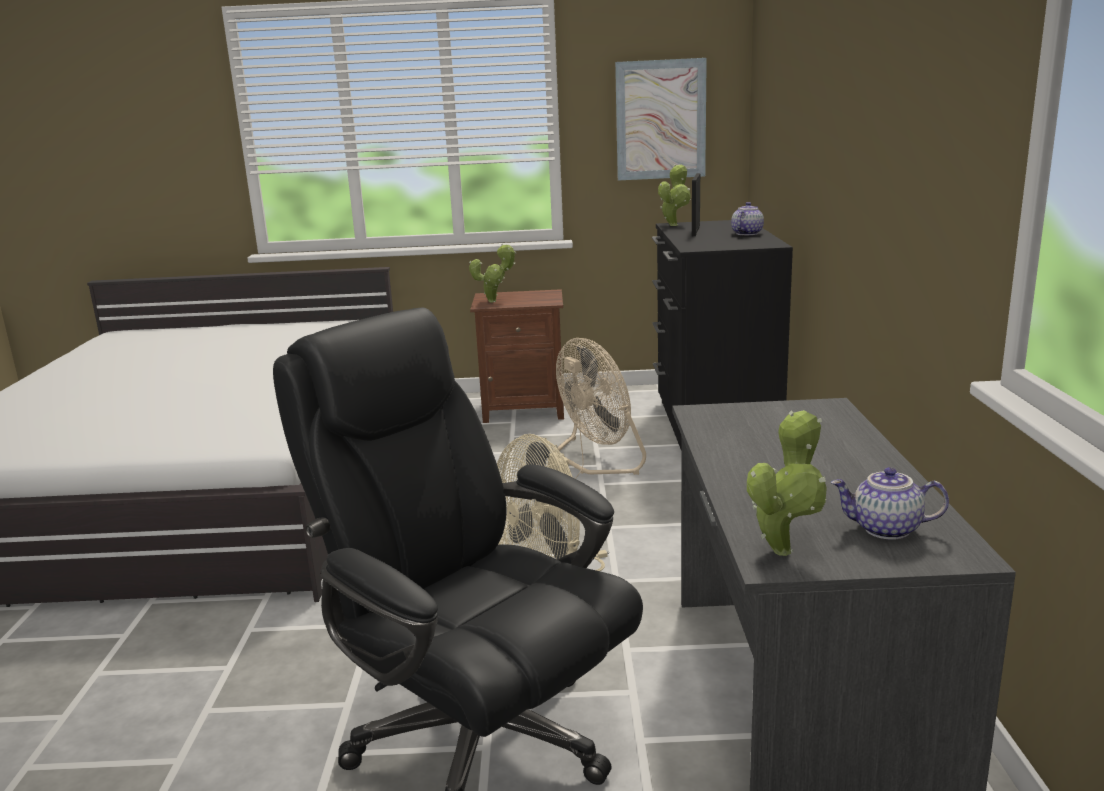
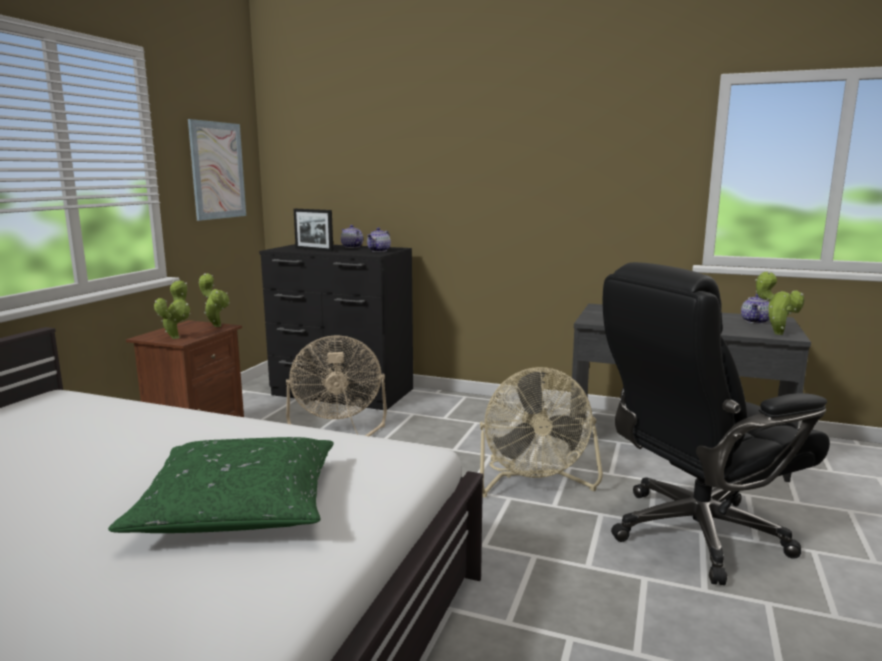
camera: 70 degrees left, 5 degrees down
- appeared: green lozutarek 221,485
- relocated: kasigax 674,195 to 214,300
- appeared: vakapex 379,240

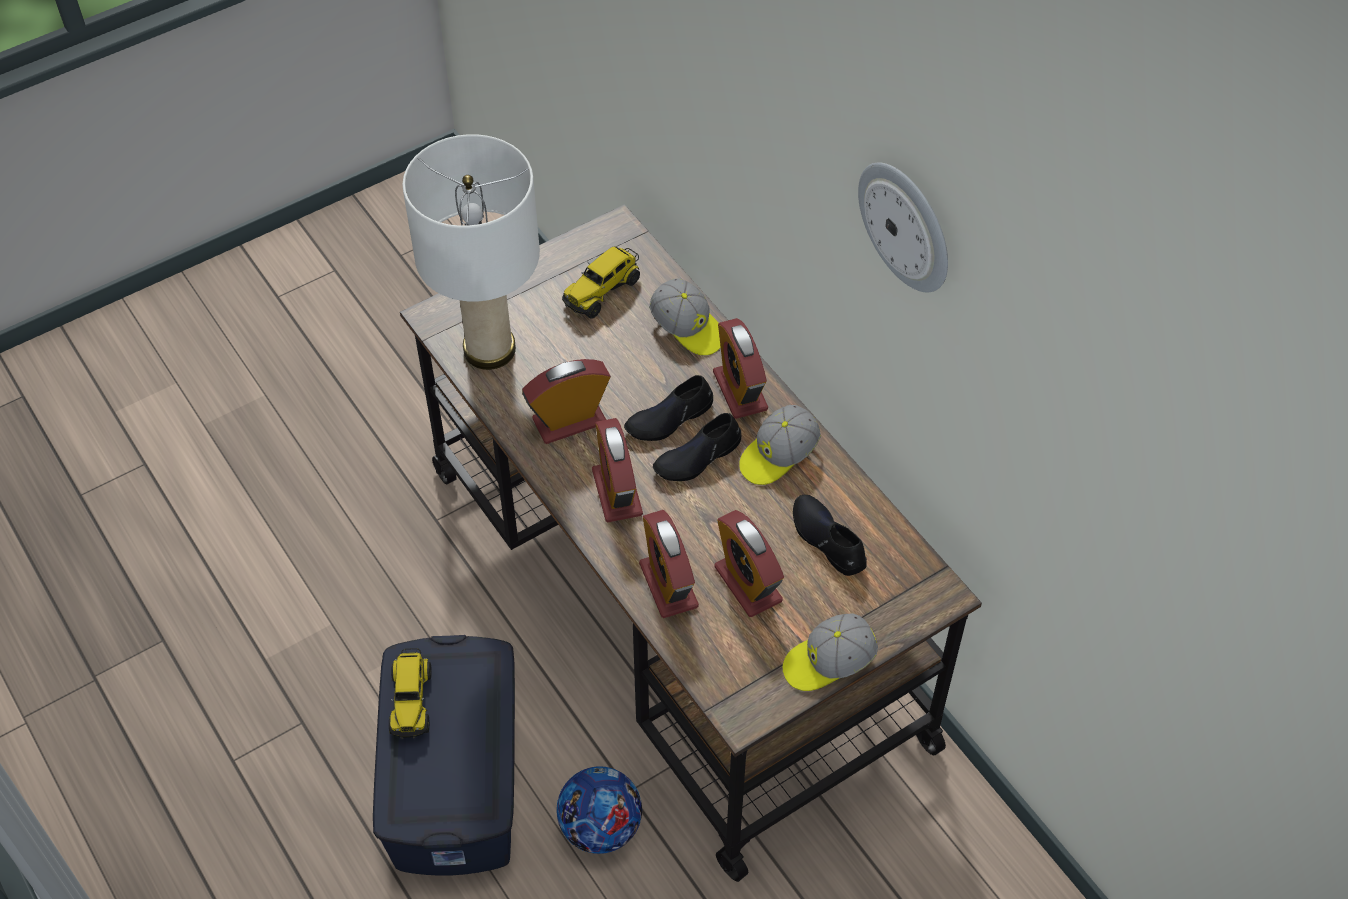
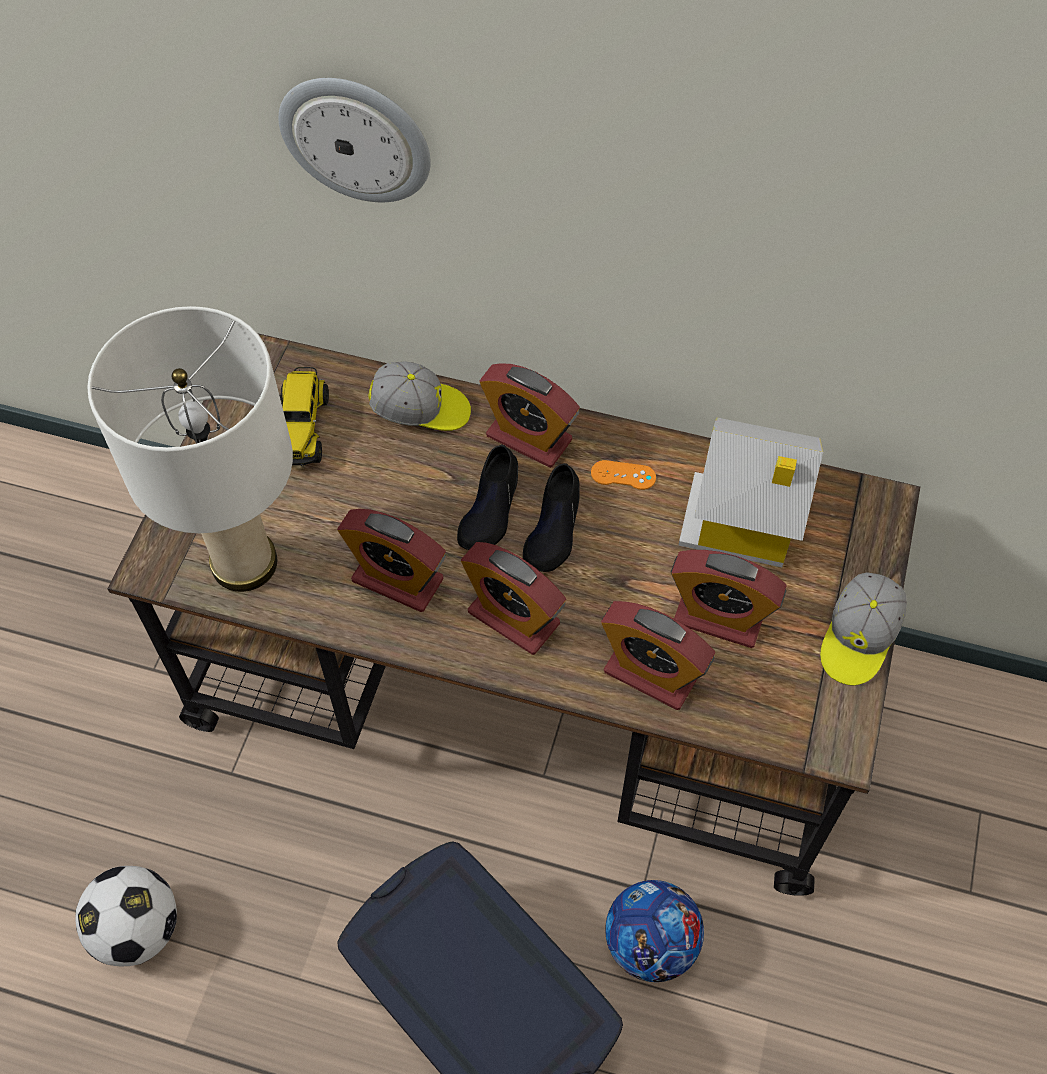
camera: 40 degrees left, 5 degrees up
- appeared: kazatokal 126,916
- relocated: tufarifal 903,227 to 355,140
- spun: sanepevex 566,401 = 391,560 90 degrees counterclockwise
- exchanged: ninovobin 780,445 to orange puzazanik 623,475
- exchanged: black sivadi 830,535 to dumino 750,492
- missing: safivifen 410,693

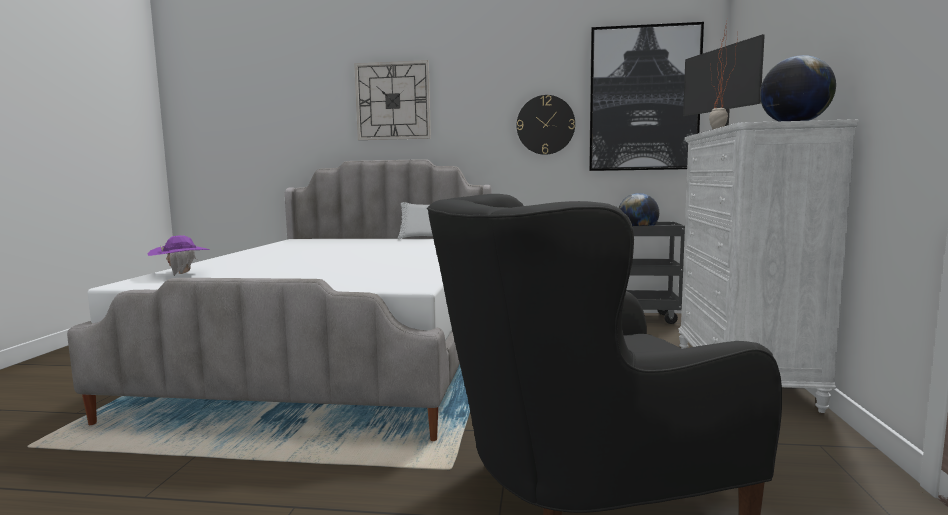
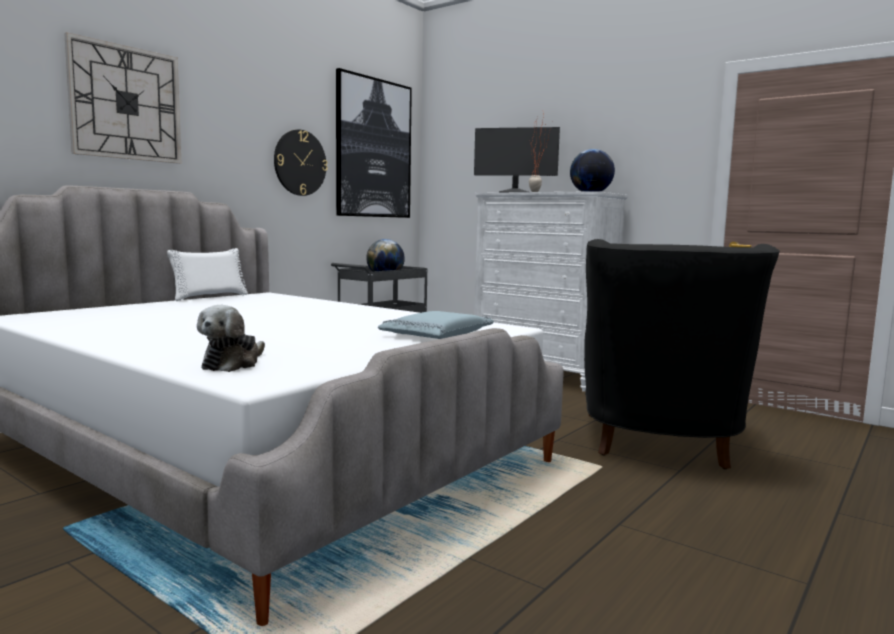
camera: 60 degrees left, 0 degrees up
- exchanged: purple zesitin 178,256 to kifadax 231,338
- appeared: blue lozutarek 436,325

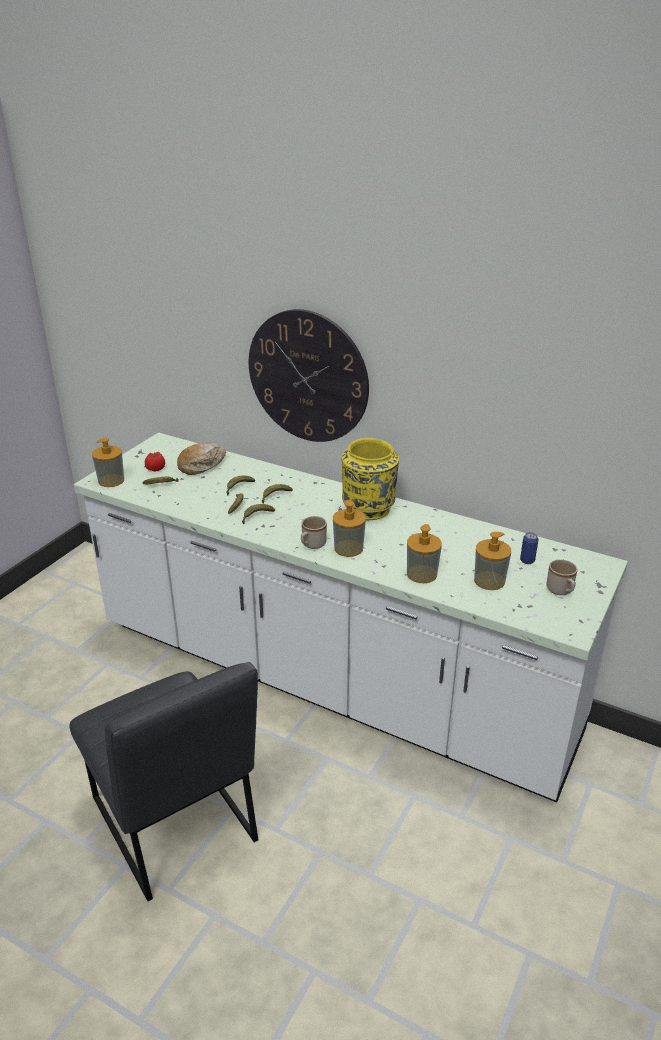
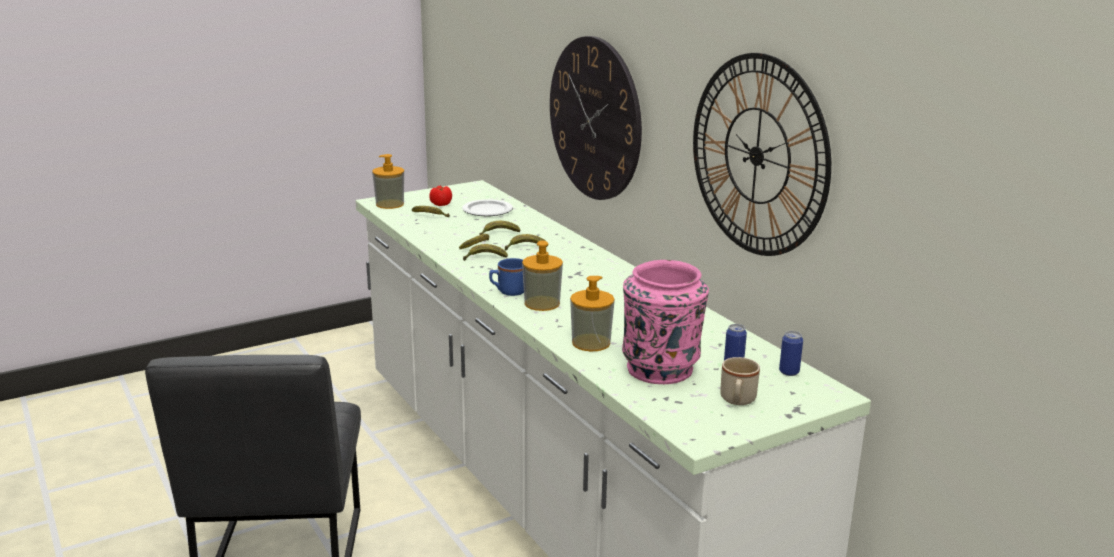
camera: 30 degrees right, 10 degrees down
- exchanged: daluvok 201,458 to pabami 487,207
- colour: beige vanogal 314,532 to blue vanogal 506,277
- exchanged: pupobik 492,561 to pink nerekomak 665,322
- appeared: tufarifal 762,154
- appeared: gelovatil 791,353
- missing: yellow nerekomak 370,479

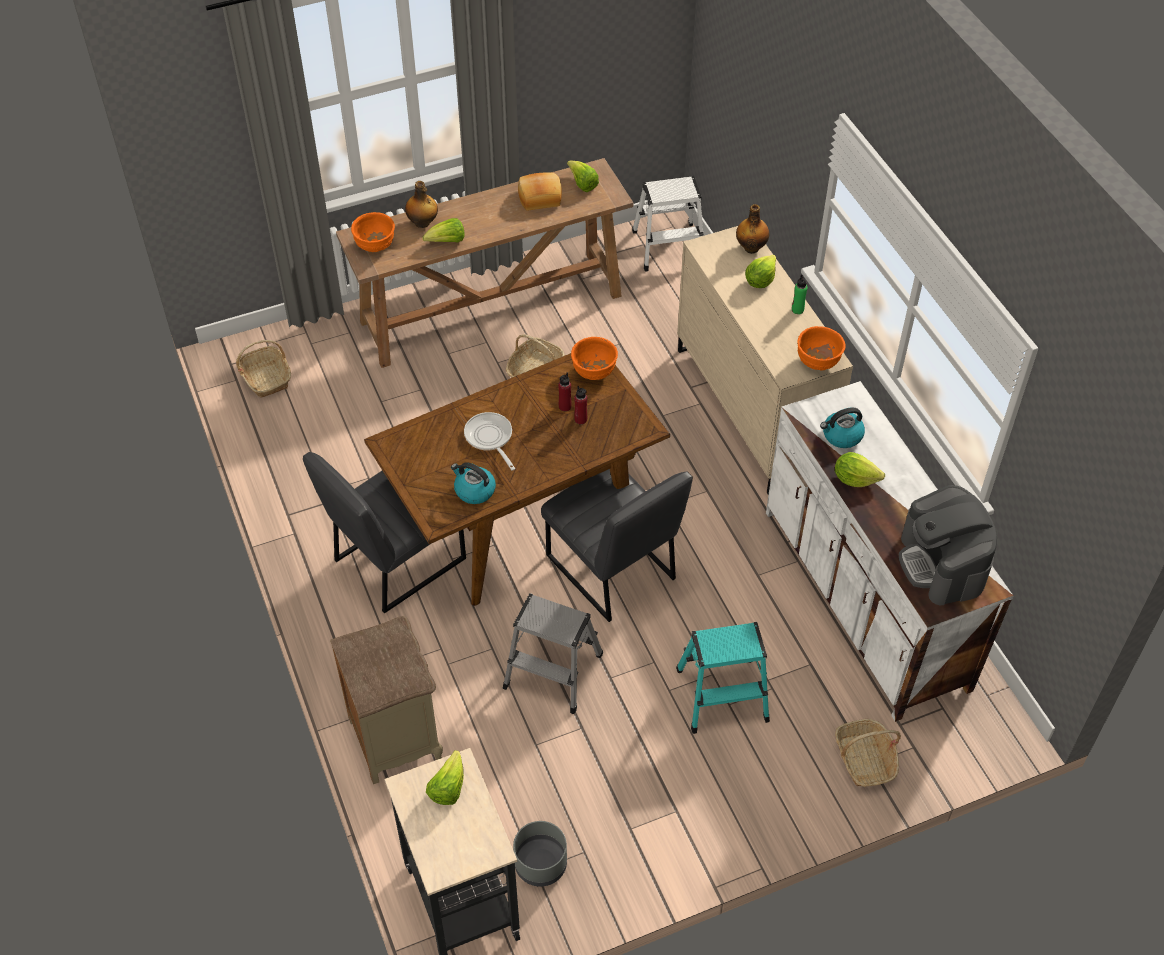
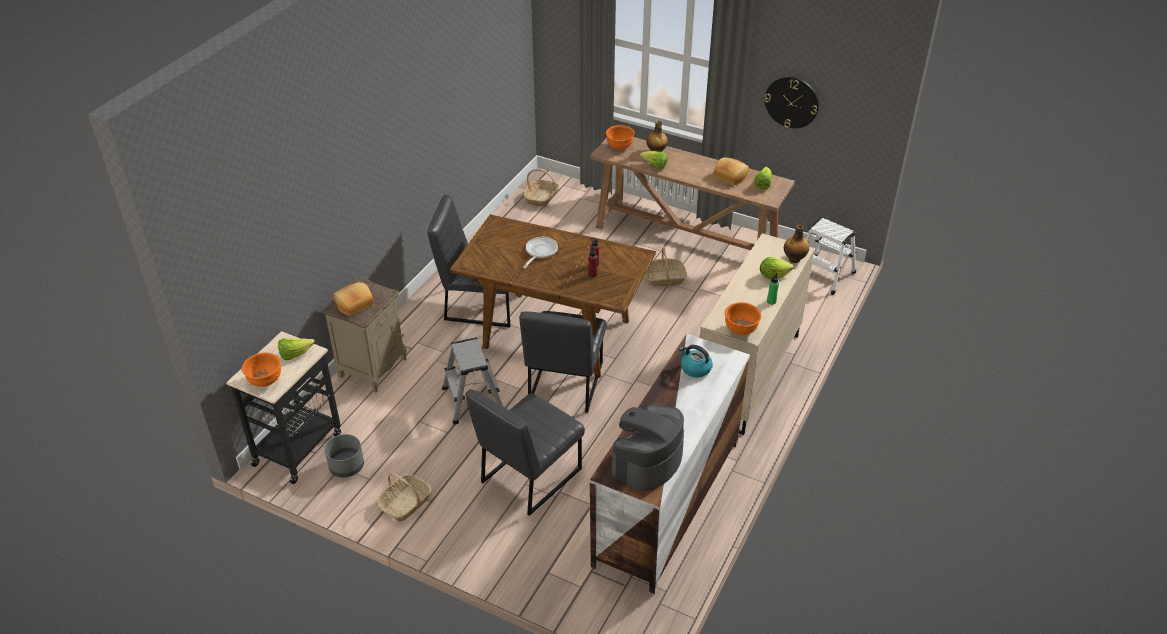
camera: 50 degrees right, 10 degrees down
- relocated: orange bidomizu 594,358 to 261,370
- appeared: daluvok 353,299
- relocated: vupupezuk 868,753 to 404,497
- exchanged: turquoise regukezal 723,678 to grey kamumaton 525,452
- appeared: tufarifal 792,102
- missing: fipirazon 473,483
- missing: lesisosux 860,469

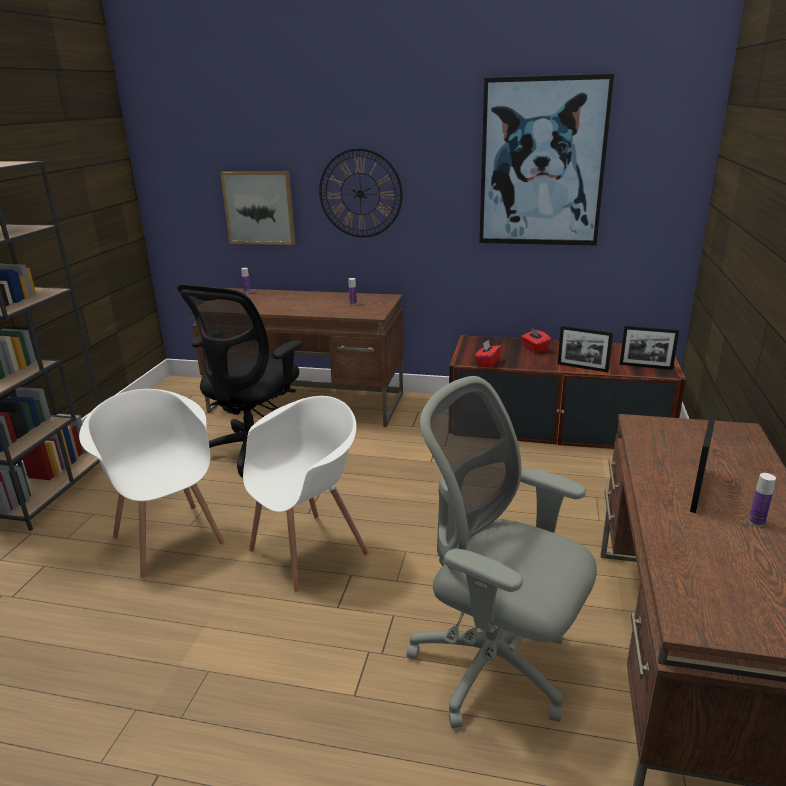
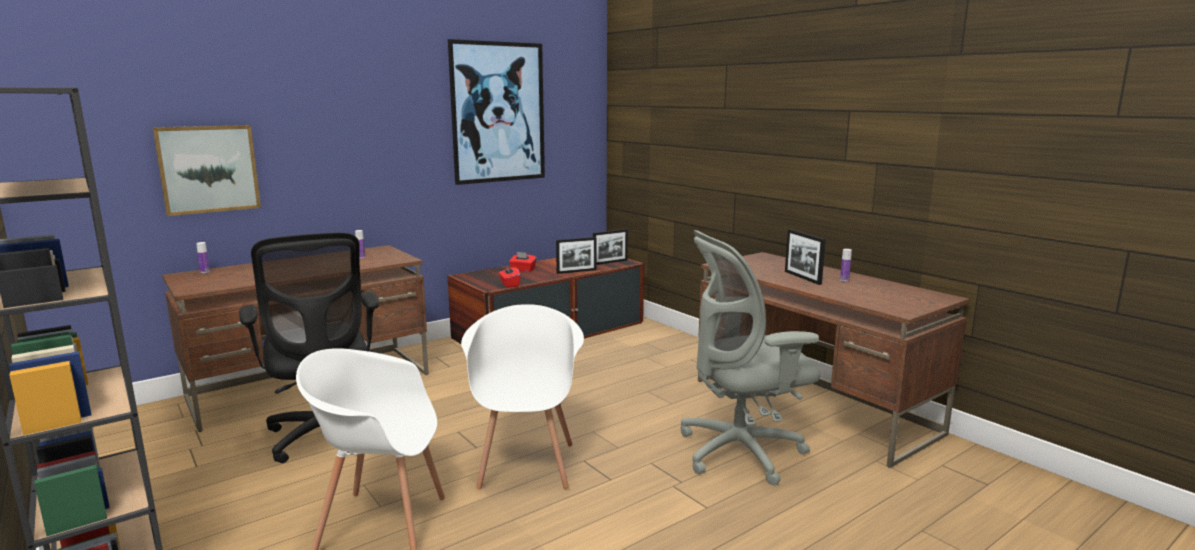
camera: 50 degrees left, 10 degrees down
- missing: tufarifal 361,192

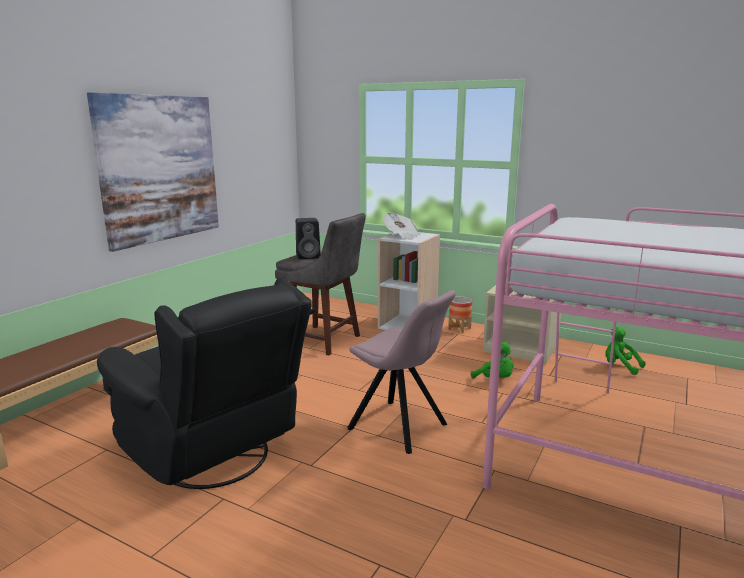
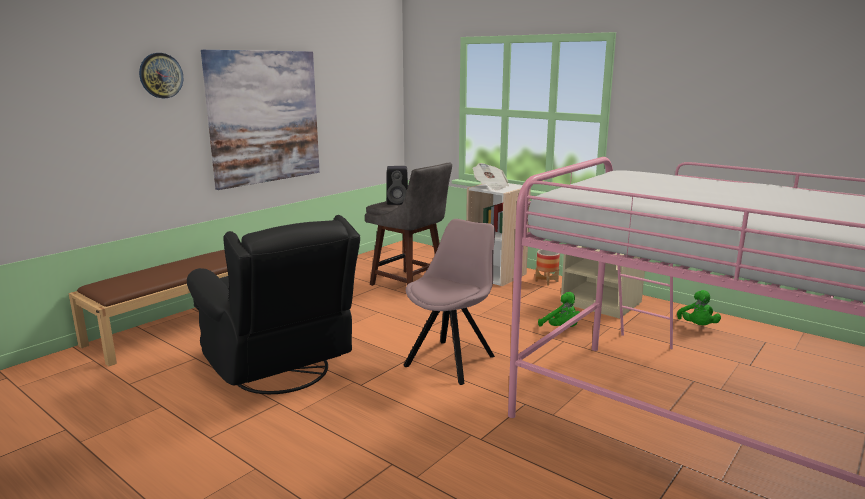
camera: 10 degrees right, 0 degrees up
- appeared: tufarifal 161,75
- spun: pink kamumaton 402,372 = 449,302 105 degrees counterclockwise
- spun: green kifadax 625,351 = 699,307 135 degrees counterclockwise

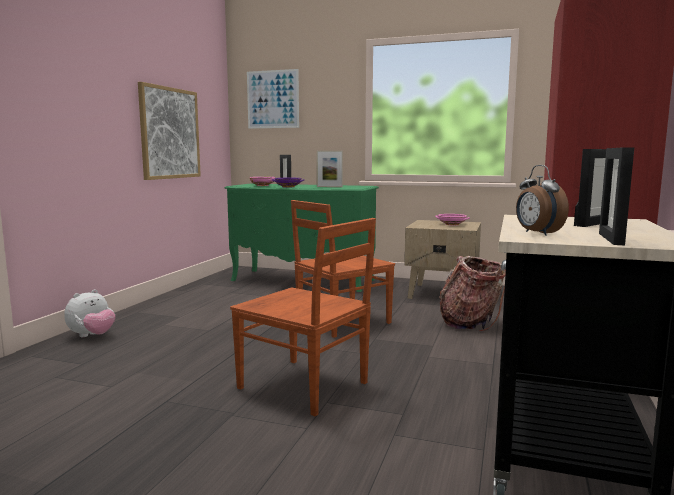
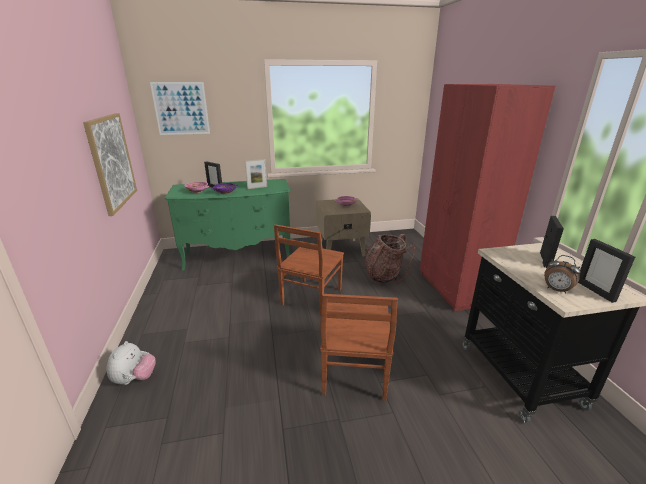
camera: 30 degrees left, 15 degrees up
- spun: brown kamumaton 303,317 = 359,347 90 degrees clockwise

